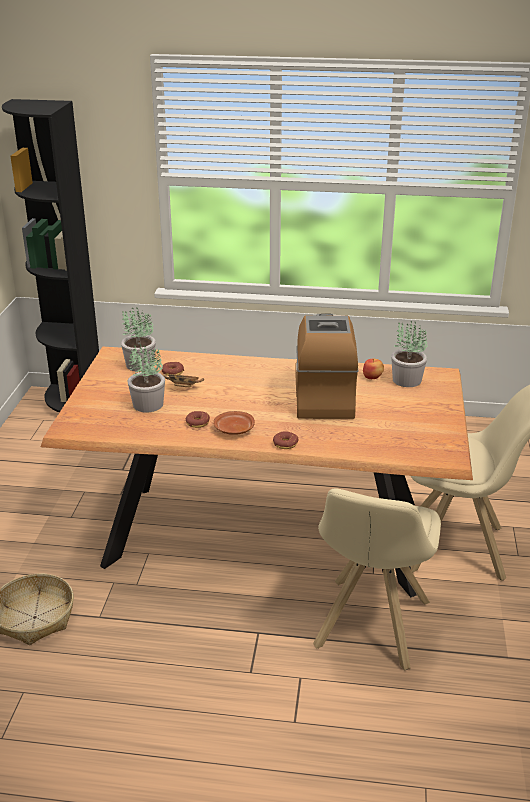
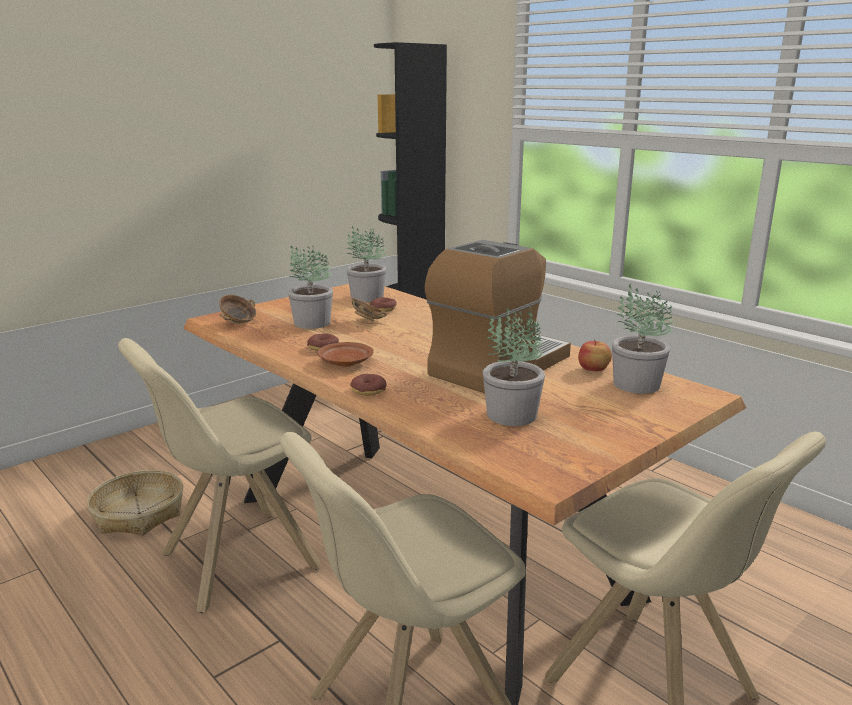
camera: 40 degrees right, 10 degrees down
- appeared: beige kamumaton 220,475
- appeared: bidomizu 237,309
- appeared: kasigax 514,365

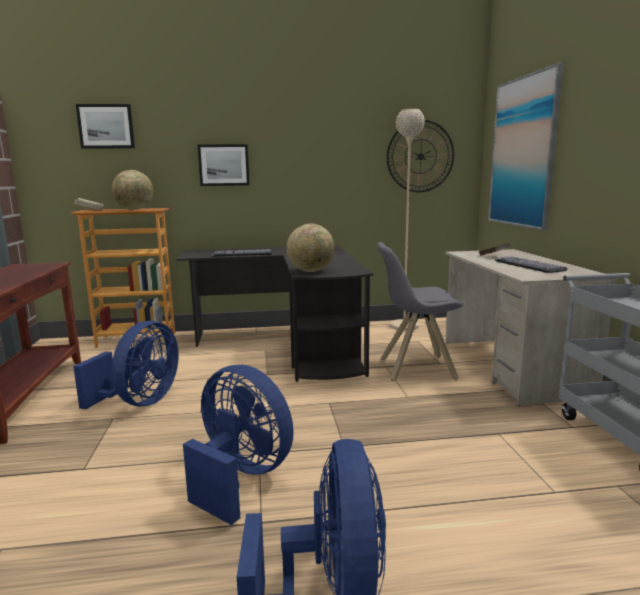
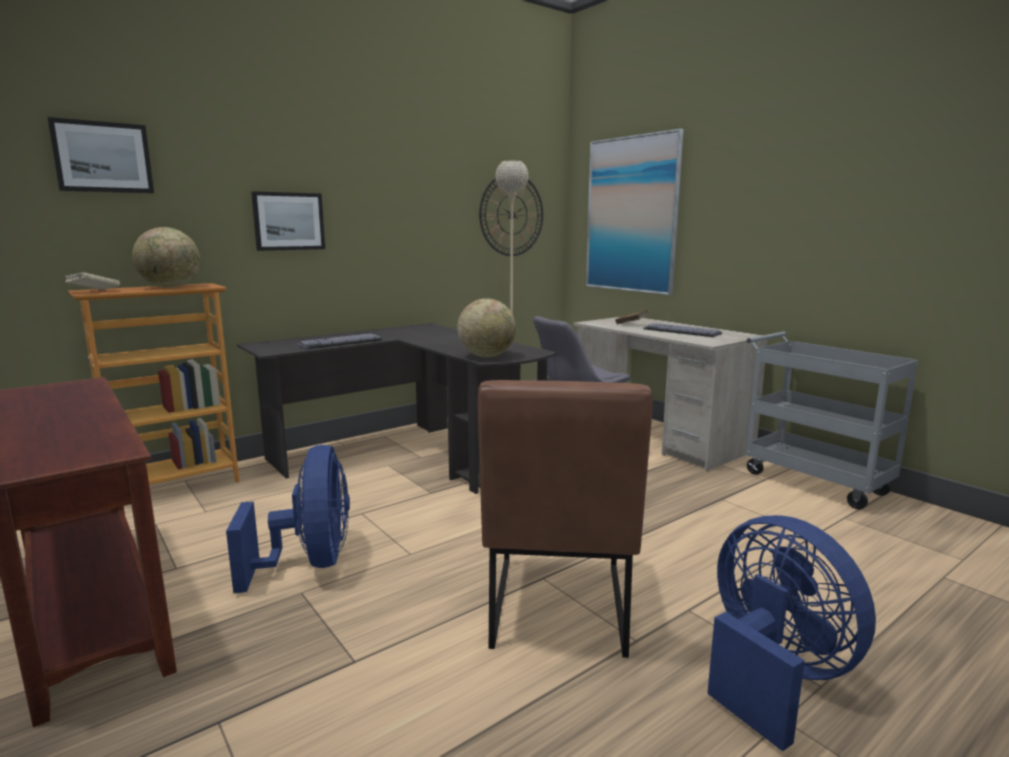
camera: 30 degrees left, 0 degrees up
- exchanged: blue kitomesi 238,445 to brown kamumaton 565,519

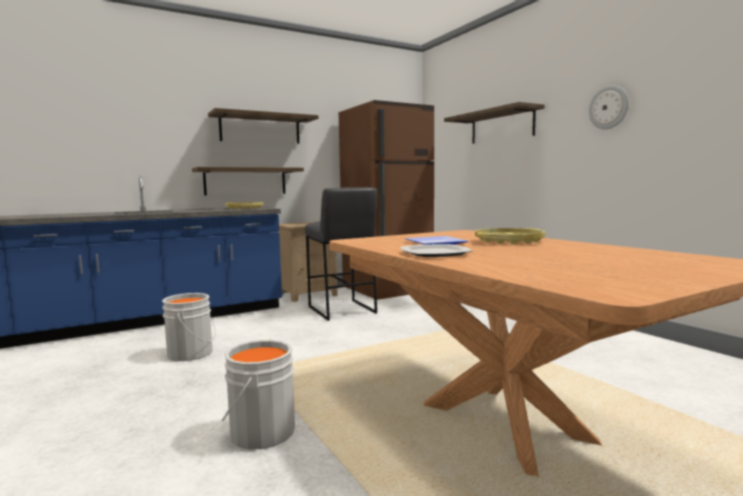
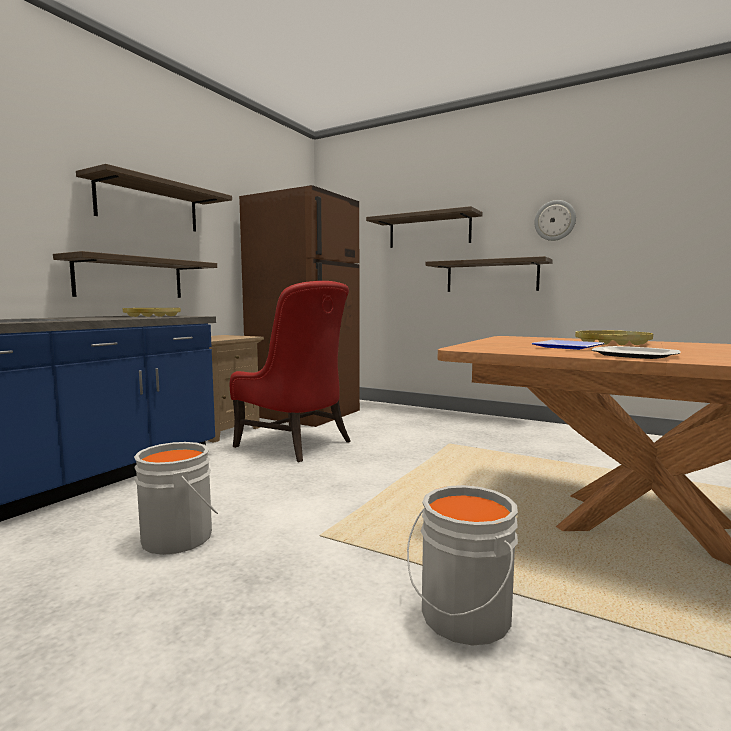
camera: 30 degrees left, 0 degrees up
- exchanged: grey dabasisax 341,254 to red kamumaton 290,371
- appeared: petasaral 489,274

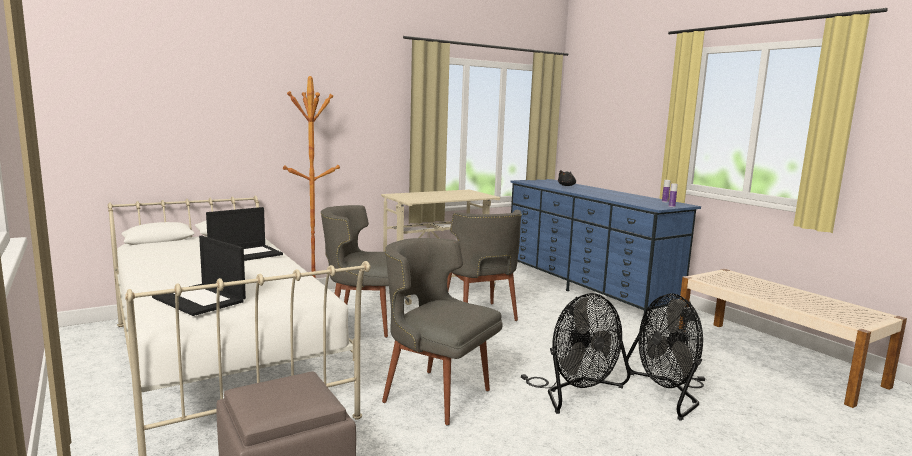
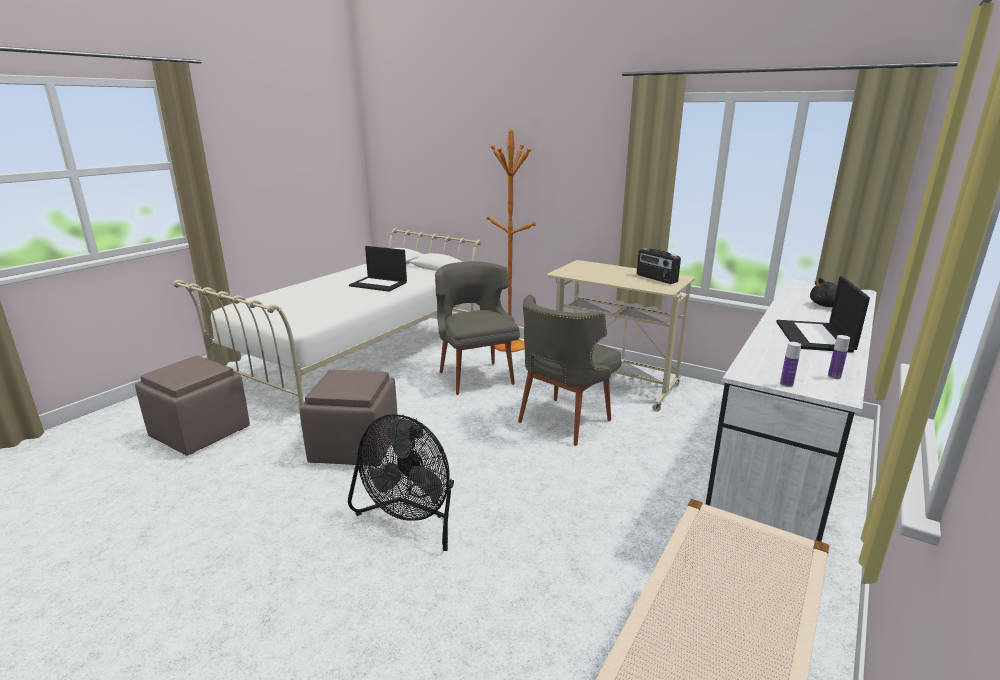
camera: 65 degrees right, 10 degrees up
- exchanged: grey kamumaton 442,332 to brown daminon 348,418
- appeared: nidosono 659,266
- colour: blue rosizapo 605,250 to white rosizapo 789,412
- relocated: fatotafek 199,276 to 823,314
- missing: black kitomesi 666,357

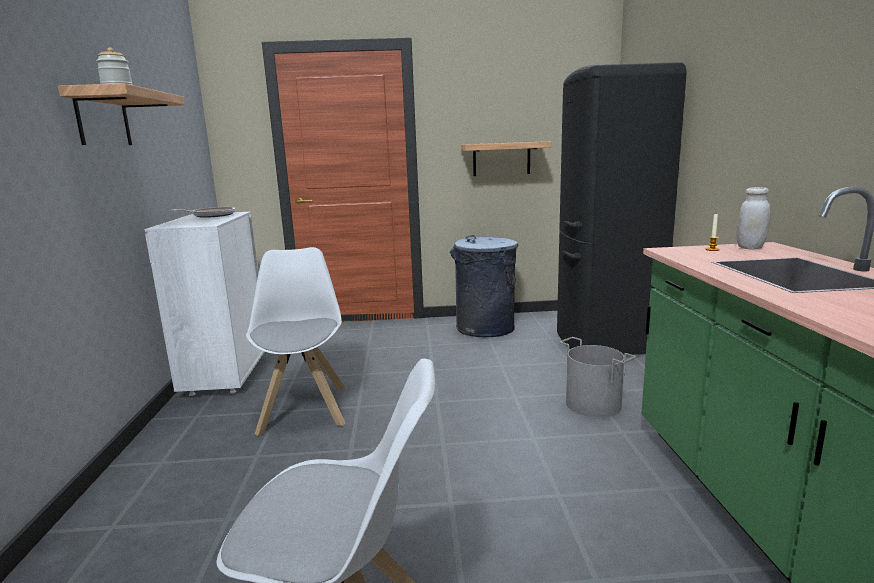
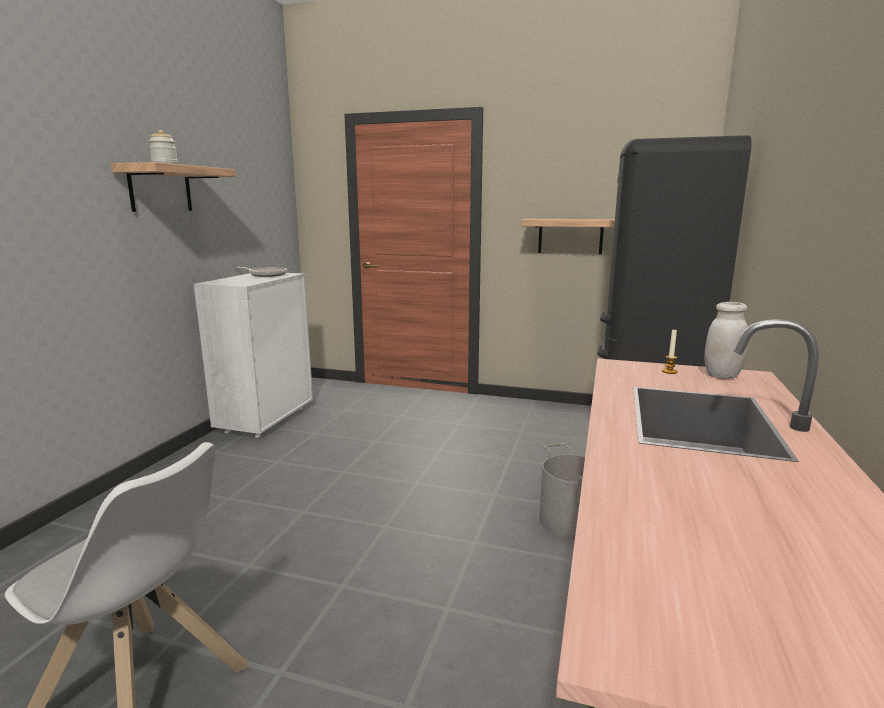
camera: 20 degrees right, 0 degrees up
- missing: kamumaton 296,341
- missing: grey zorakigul 484,286

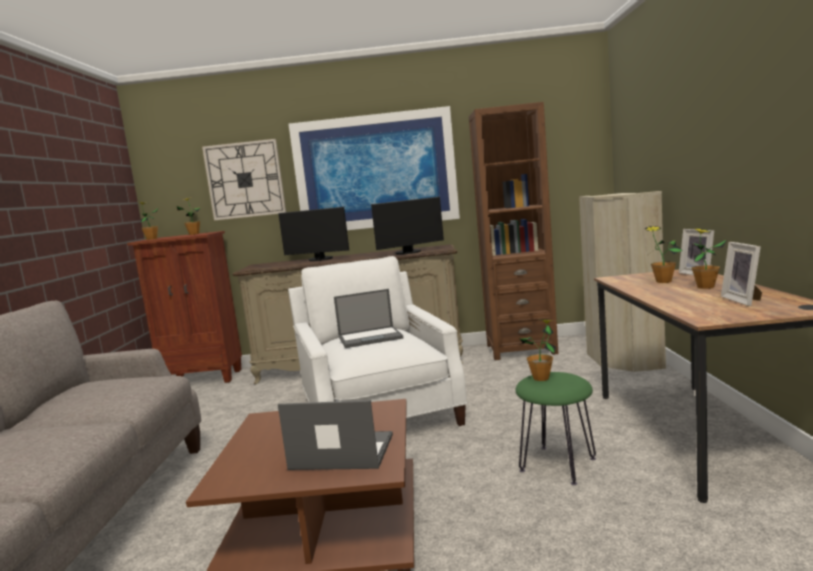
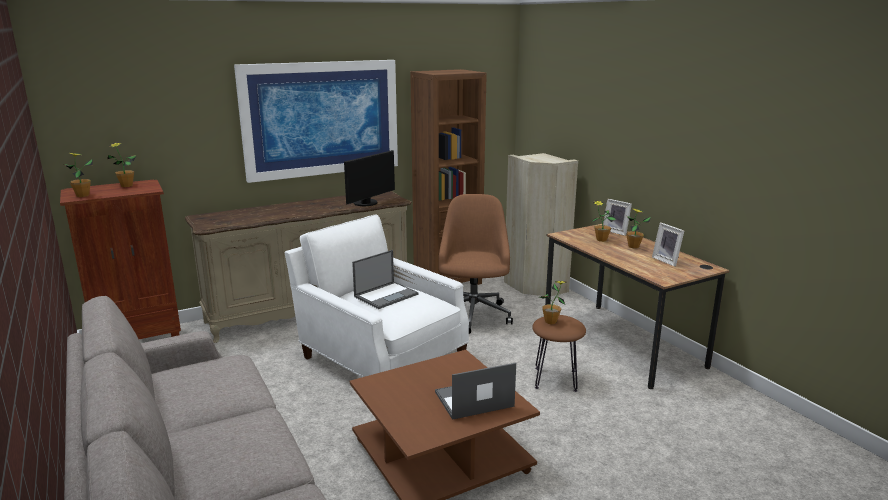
camera: 30 degrees left, 10 degrees up
- appeared: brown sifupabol 476,264
- colour: green dabasisax 556,428 to brown dabasisax 559,353
- missing: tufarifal 244,179
- missing: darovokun 313,234

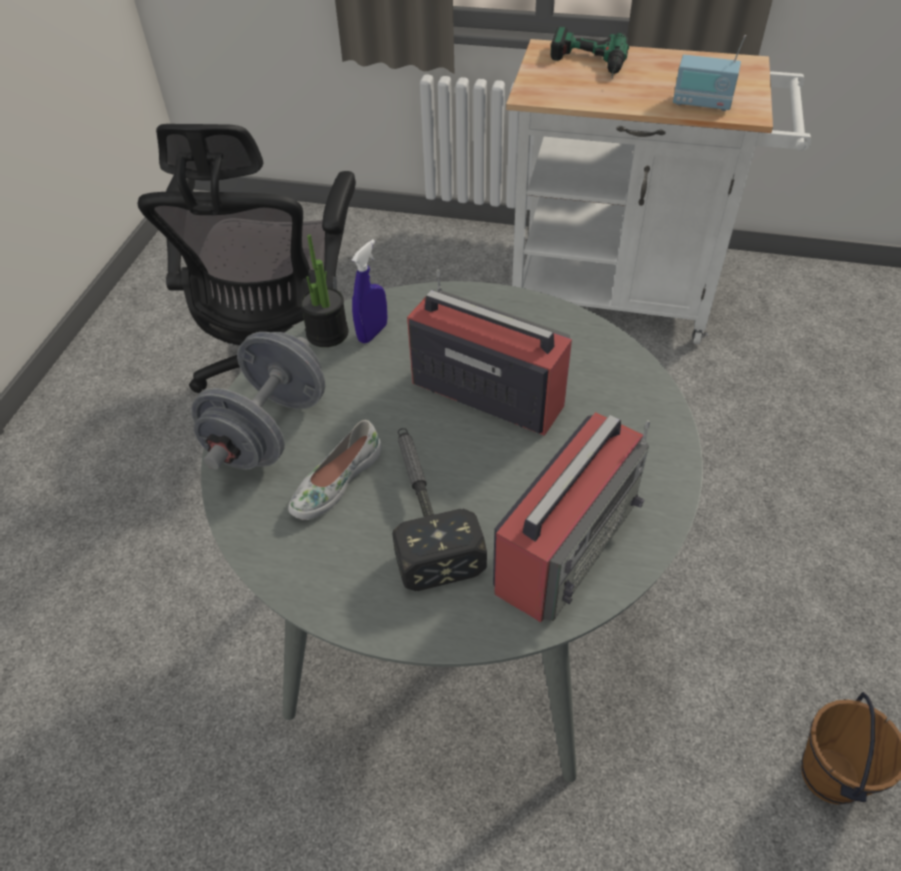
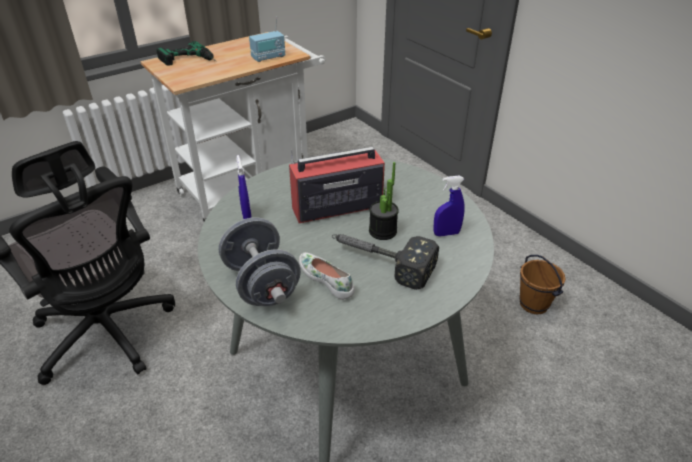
camera: 50 degrees left, 10 degrees down
- spun: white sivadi 334,470 = 327,276 150 degrees clockwise
- relocated: kasigax 324,290 to 384,201
- exchanged: nidosono 571,517 to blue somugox 449,206

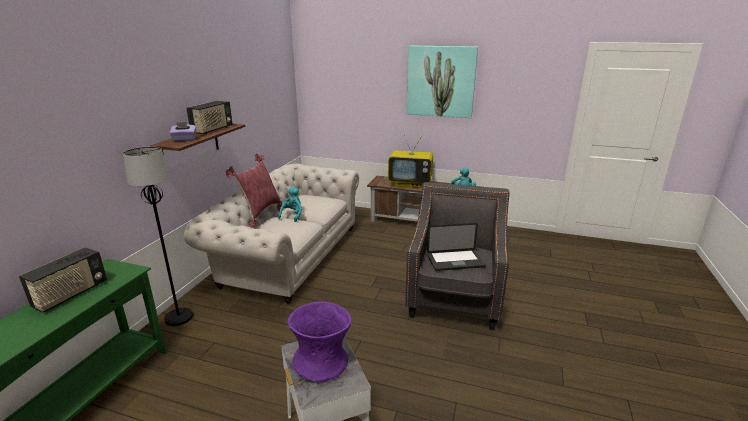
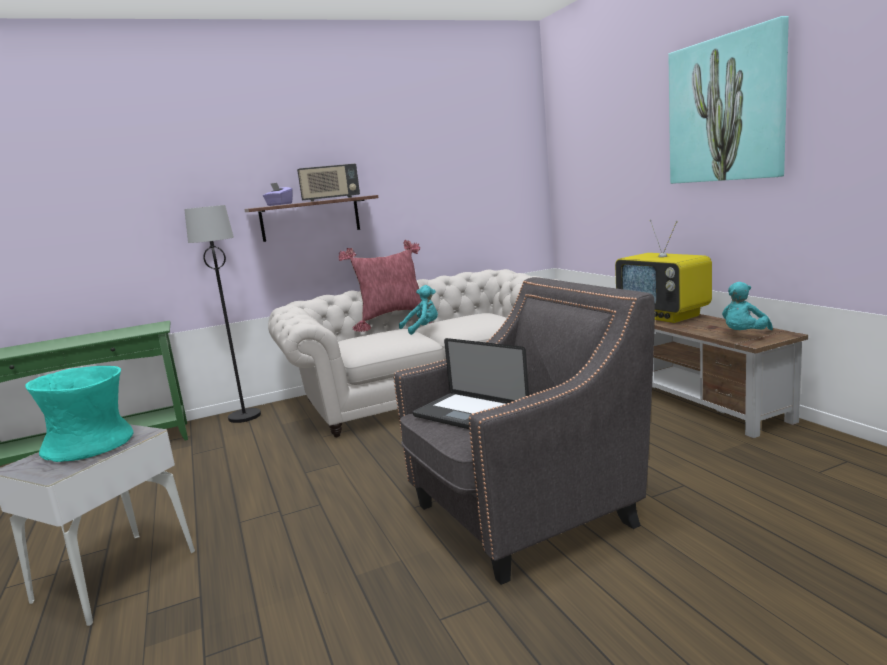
camera: 50 degrees right, 10 degrees down
- colour: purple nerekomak 319,342 to turquoise nerekomak 79,414
- missing: nidosono 63,280

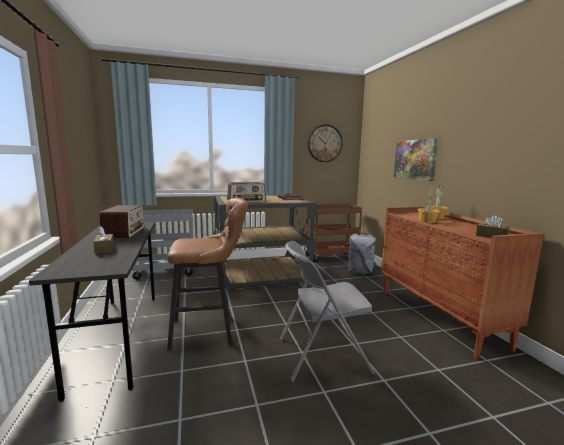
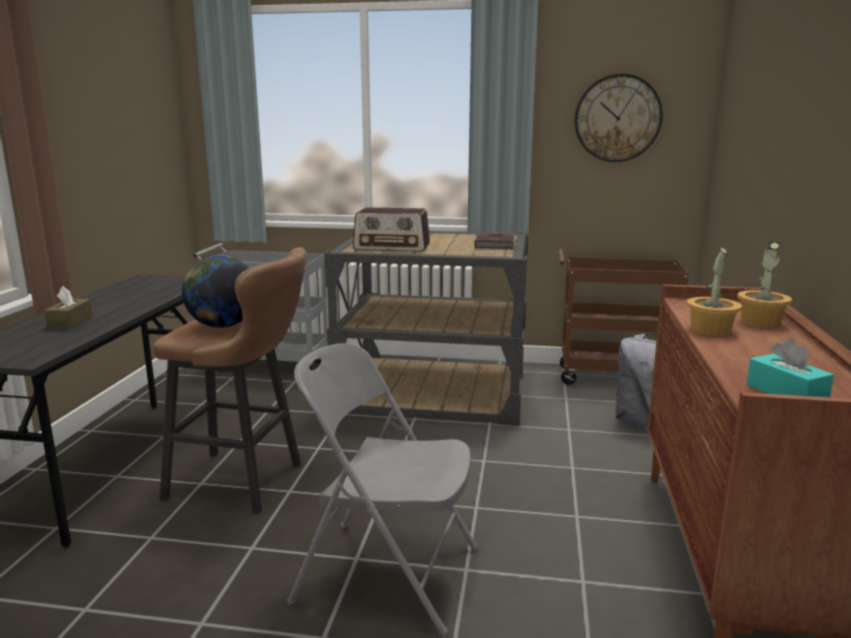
camera: 25 degrees right, 5 degrees up
- appeared: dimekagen 215,291
- colour: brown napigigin 493,226 to turquoise napigigin 790,368
- missing: nidosono 122,221
- missing: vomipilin 416,160

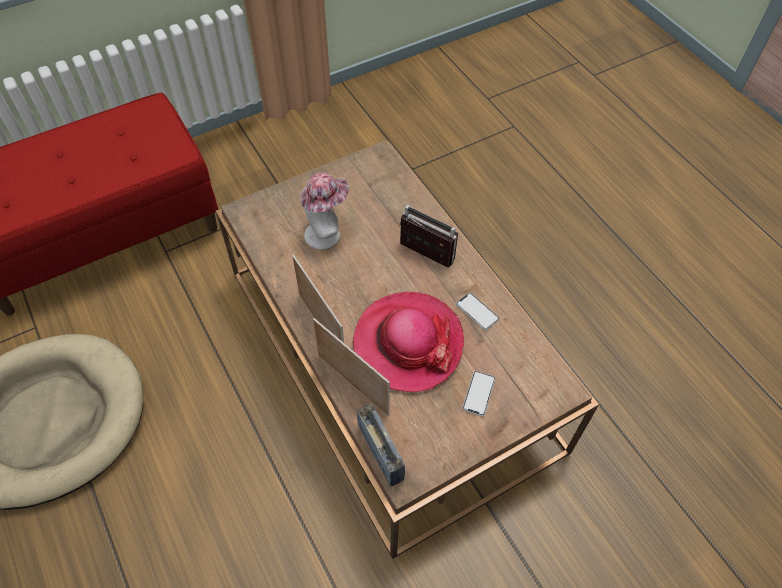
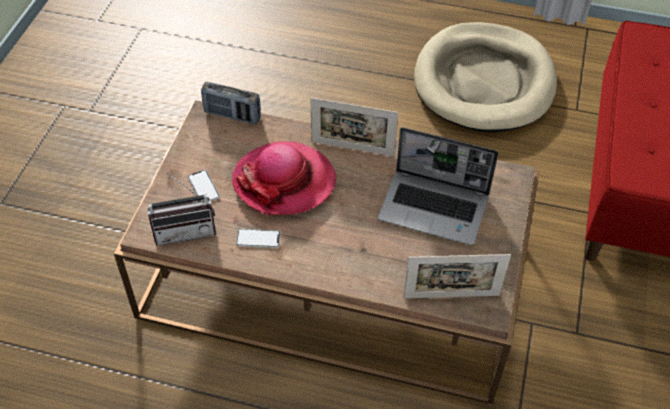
camera: 135 degrees right, 5 degrees down
- relocated: nidosono 429,236 to 181,209
- exchanged: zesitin 324,211 to fatotafek 438,186
- relocated: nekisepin 351,367 to 457,276

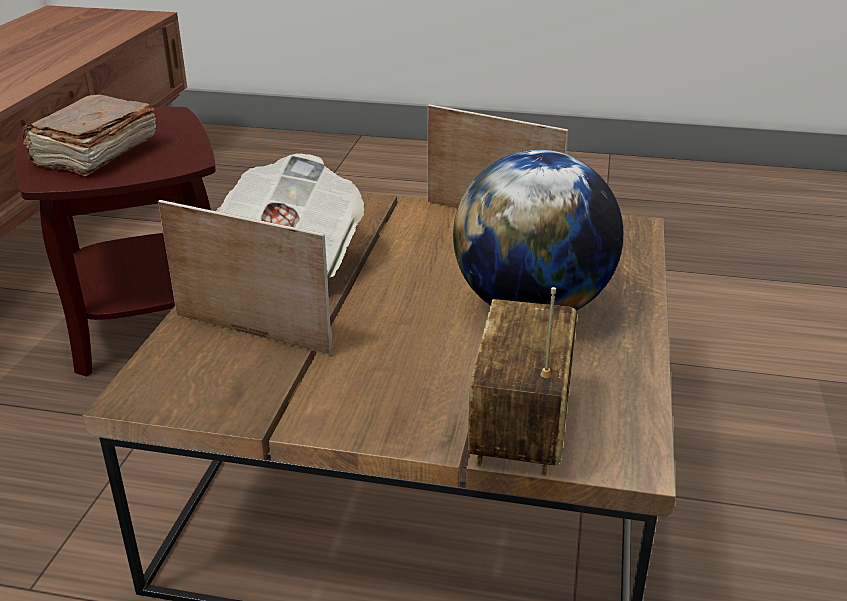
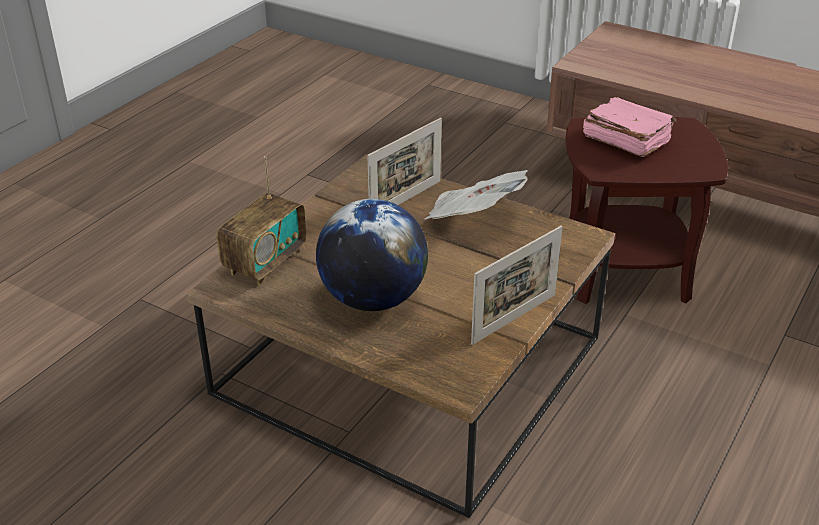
camera: 110 degrees right, 5 degrees up
- spun: nidosono 522,381 = 261,221 90 degrees clockwise
- colour: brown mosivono 89,135 to pink mosivono 629,127

